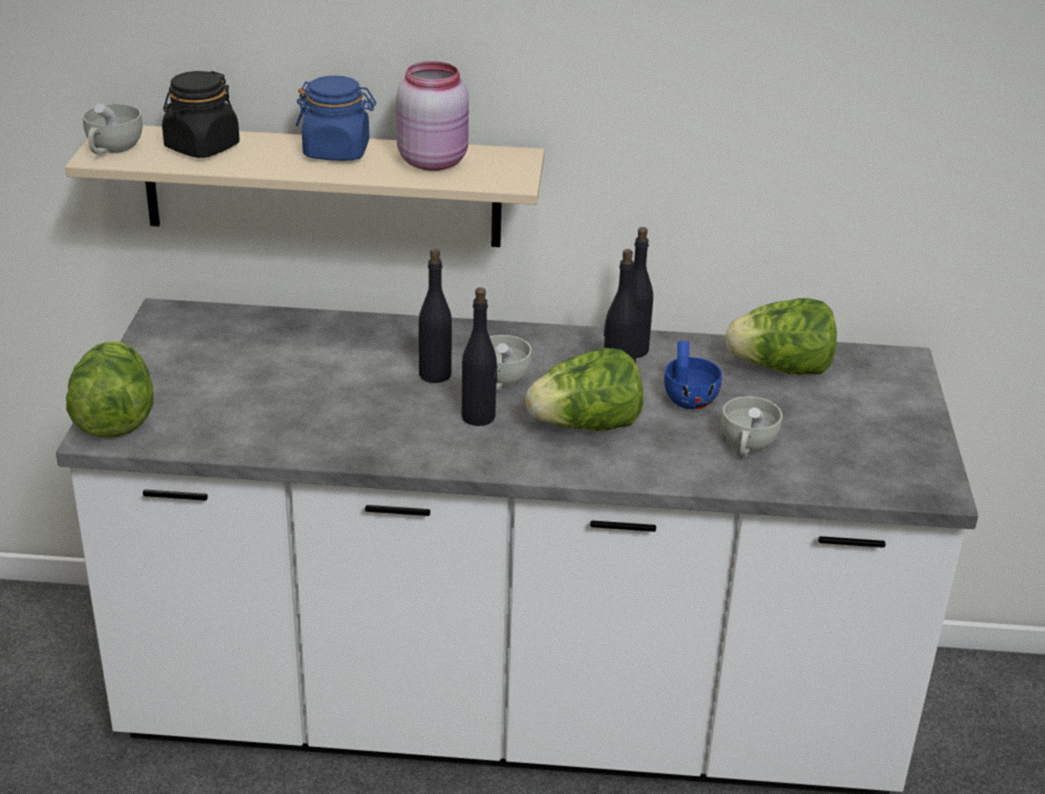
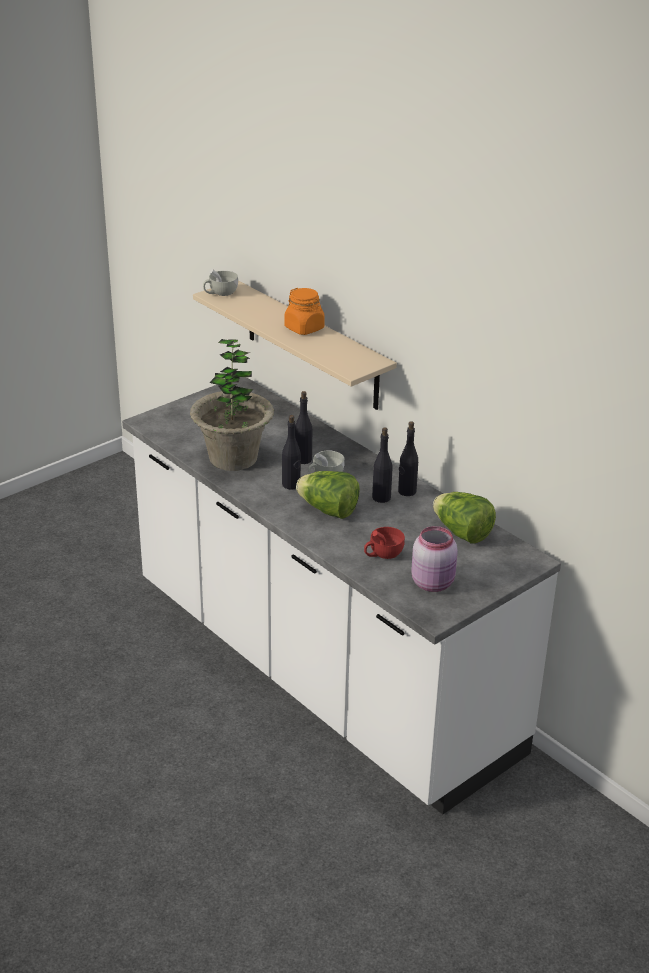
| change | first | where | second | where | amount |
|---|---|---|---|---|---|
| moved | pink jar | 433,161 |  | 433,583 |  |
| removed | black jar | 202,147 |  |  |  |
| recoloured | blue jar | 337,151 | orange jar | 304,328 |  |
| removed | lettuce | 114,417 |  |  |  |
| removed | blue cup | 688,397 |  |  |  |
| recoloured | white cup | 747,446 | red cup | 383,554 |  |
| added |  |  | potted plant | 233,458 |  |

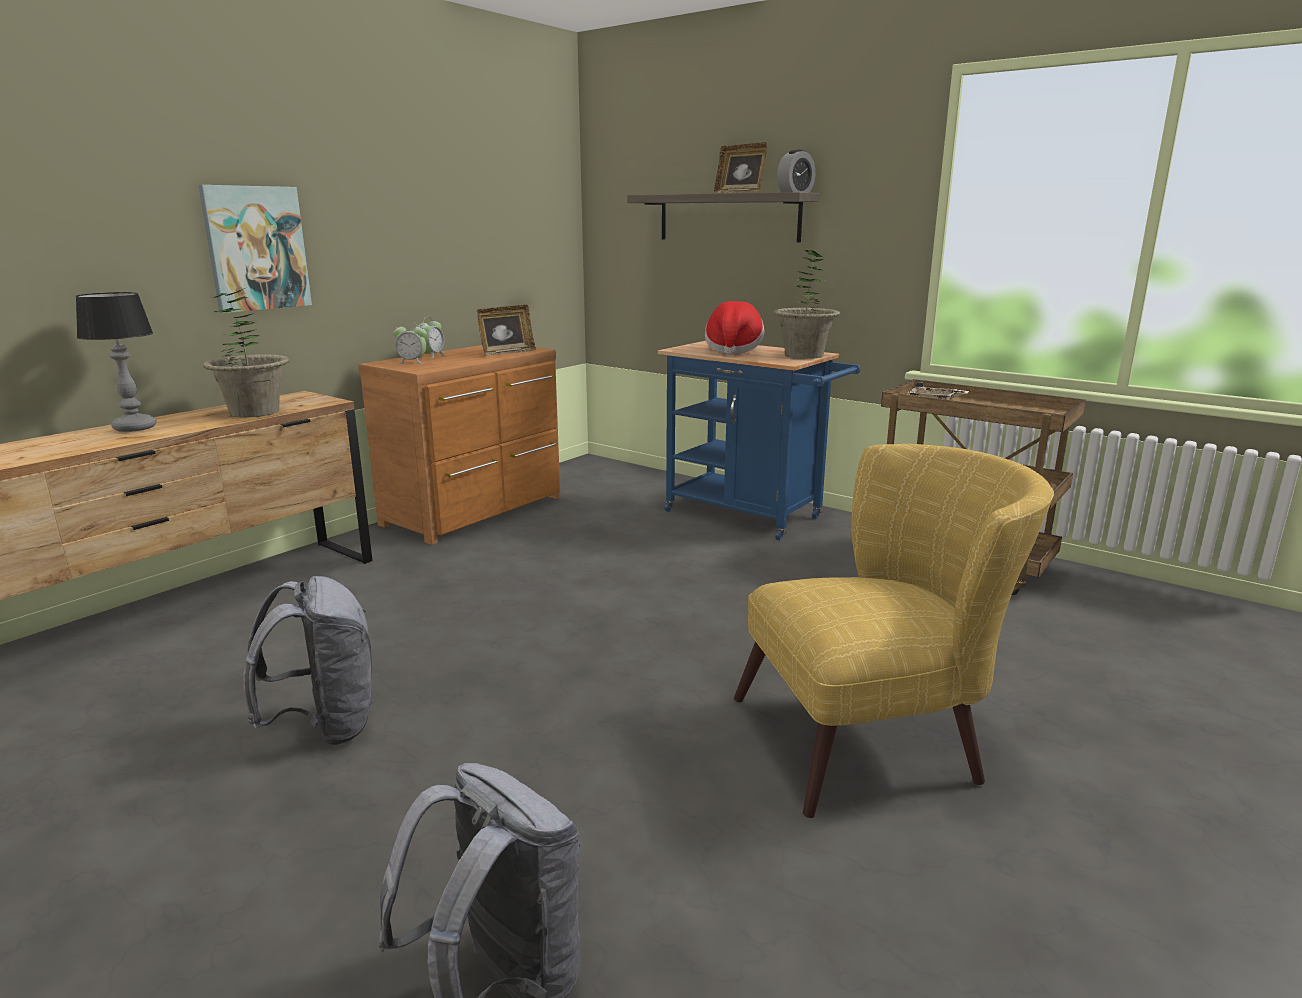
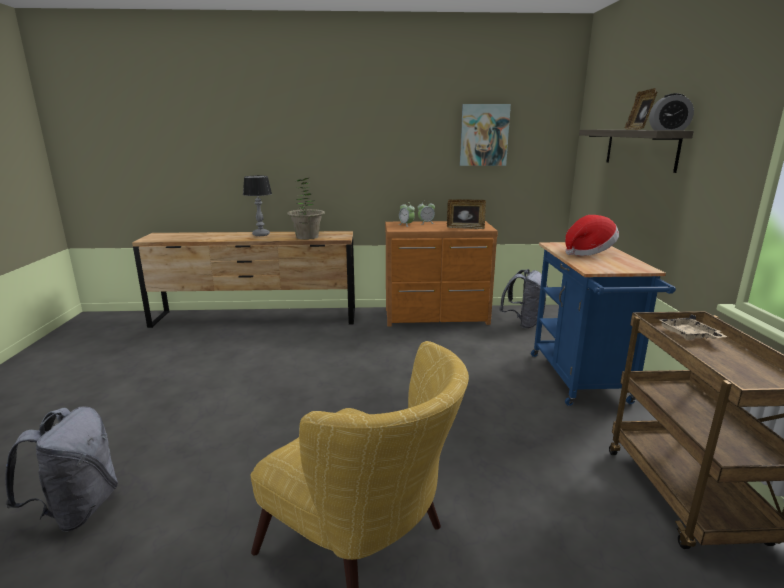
| change | first | where | second | where | amount |
|---|---|---|---|---|---|
| moved | picture | 256,248 |  | 484,135 |  |
| removed | potted plant | 804,355 |  |  |  |
| moved | grey backpack | 325,727 |  | 523,323 |  |

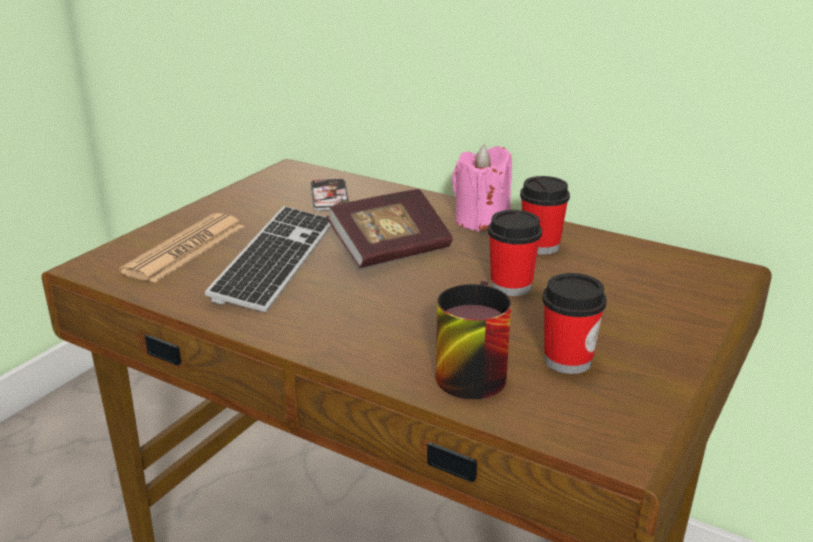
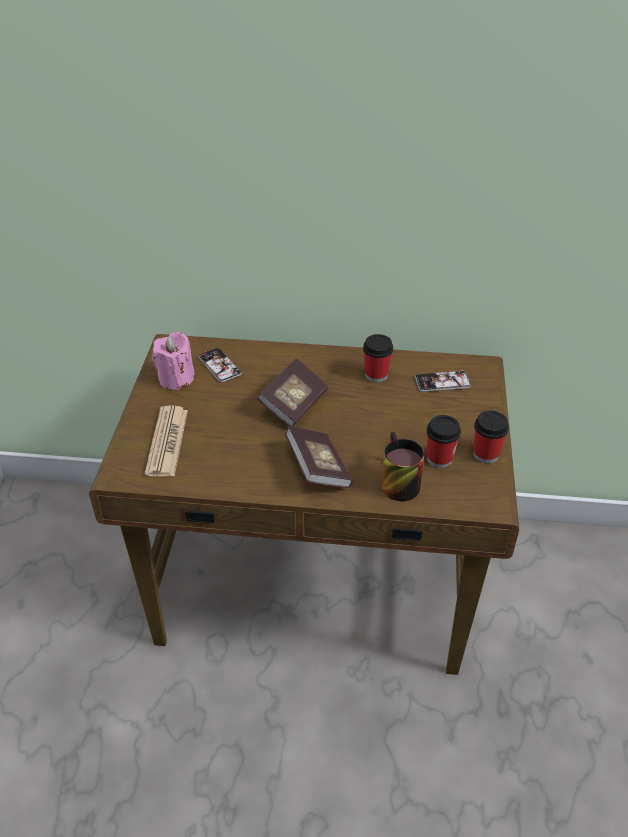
| change | first | where | second | where | amount |
|---|---|---|---|---|---|
| moved | pink candle | 481,220 |  | 176,378 |  |
| removed | keyboard | 276,260 |  |  |  |
| moved | cup | 511,286 |  | 485,454 |  |
| added |  |  | phone | 442,382 |  |
| added |  |  | book | 318,469 |  |

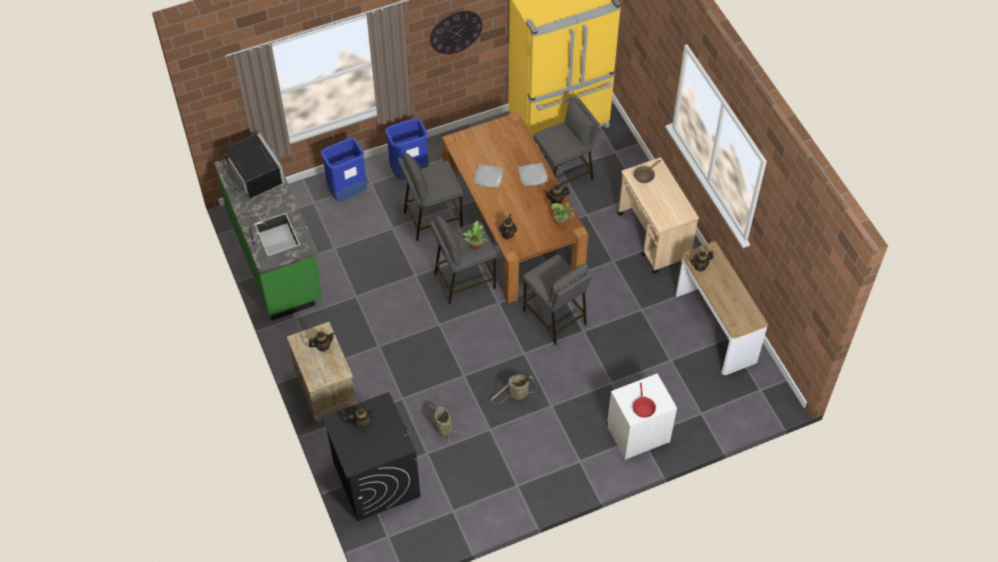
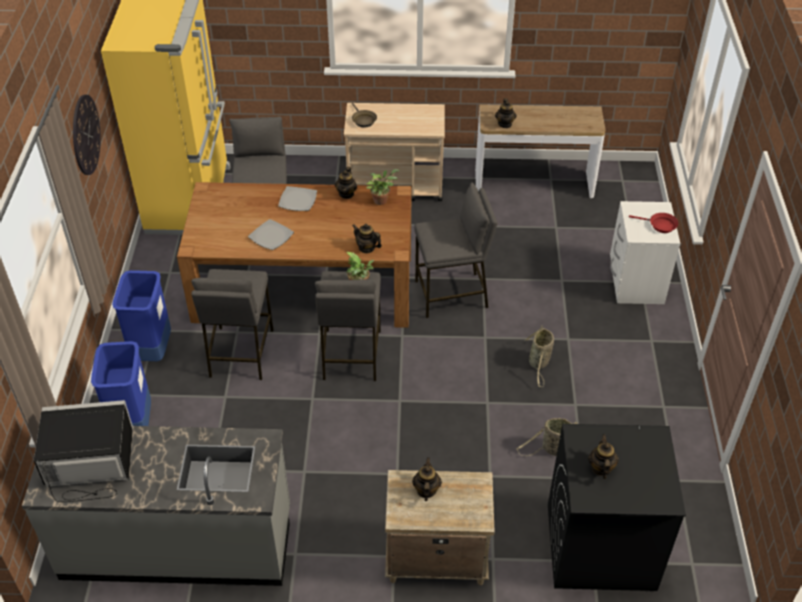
| change | first | where | second | where | amount |
|---|---|---|---|---|---|
| recoloured | green counter | 276,257 | grey counter | 178,543 |  |

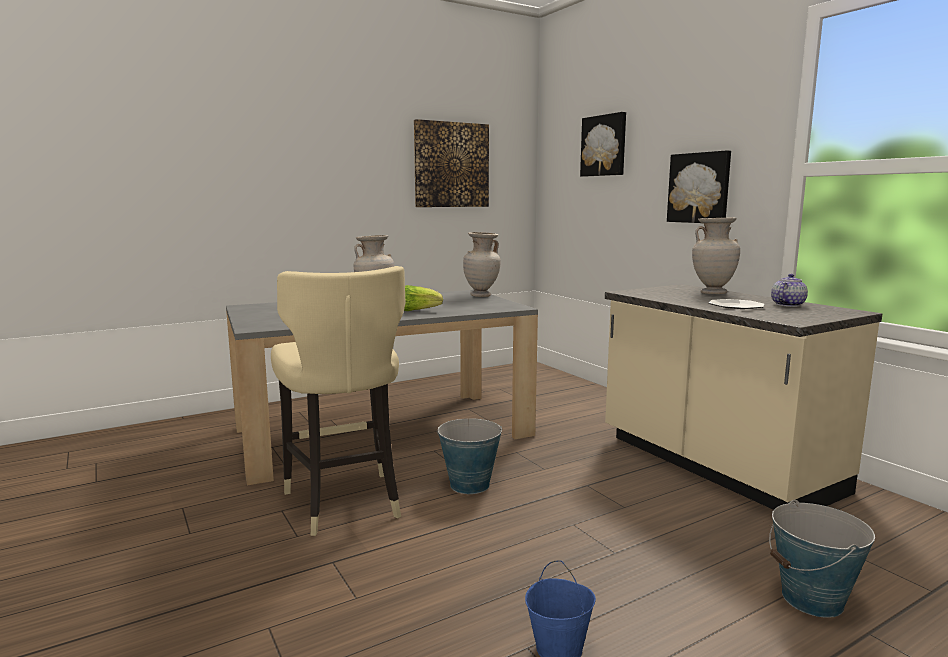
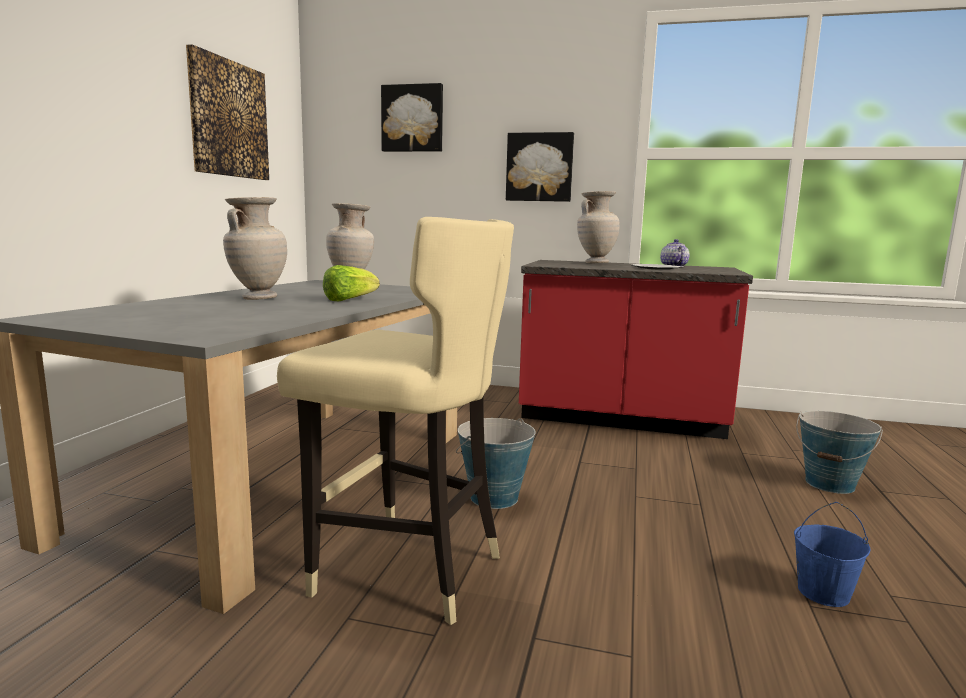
| change | first | where | second | where | amount |
|---|---|---|---|---|---|
| recoloured | beige counter | 715,465 | red counter | 621,418 |  |

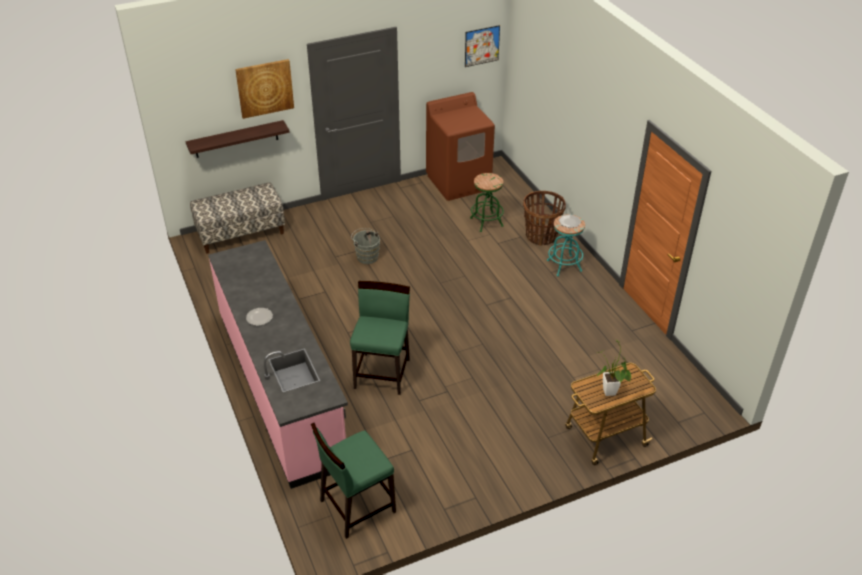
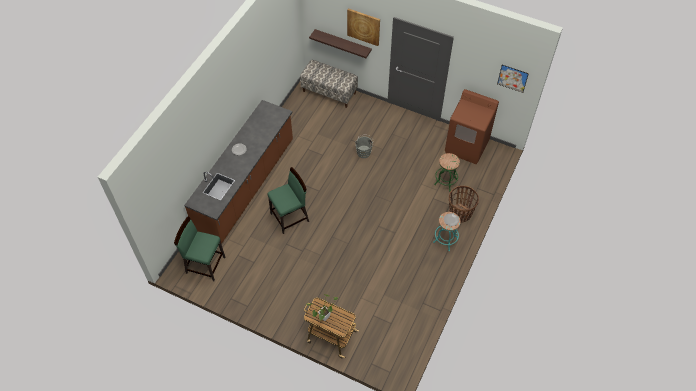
| change | first | where | second | where | amount |
|---|---|---|---|---|---|
| recoloured | pink counter | 281,387 | brown counter | 246,186 |  |

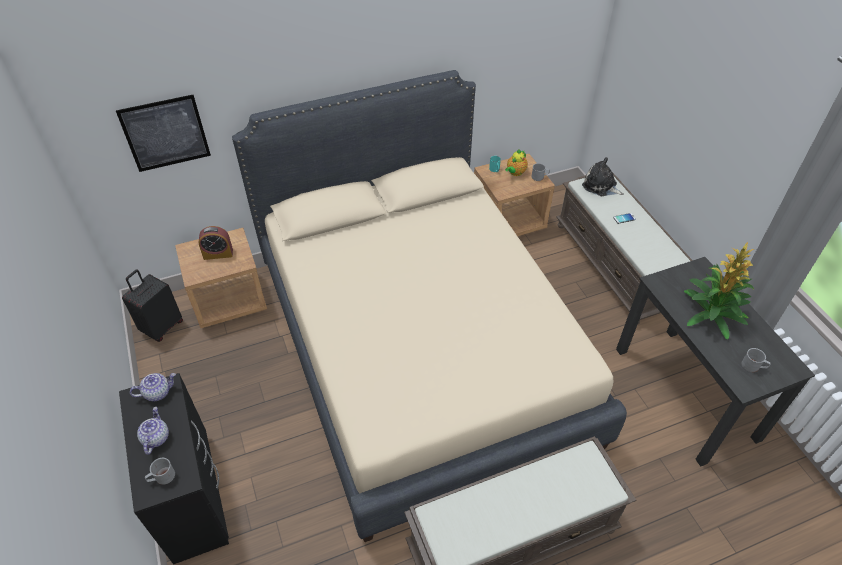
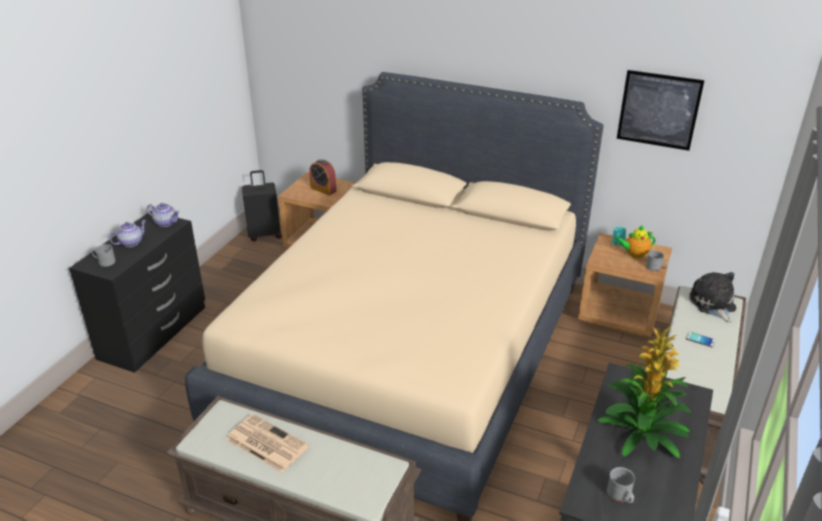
| change | first | where | second | where | amount |
|---|---|---|---|---|---|
| moved | picture | 165,133 |  | 658,110 |  |
| added |  |  | newspaper | 265,443 |  |

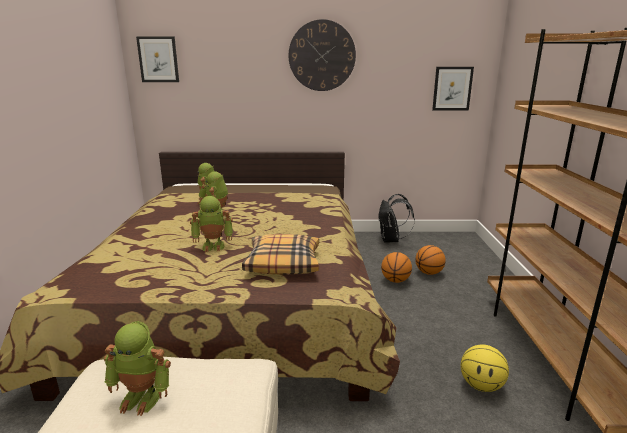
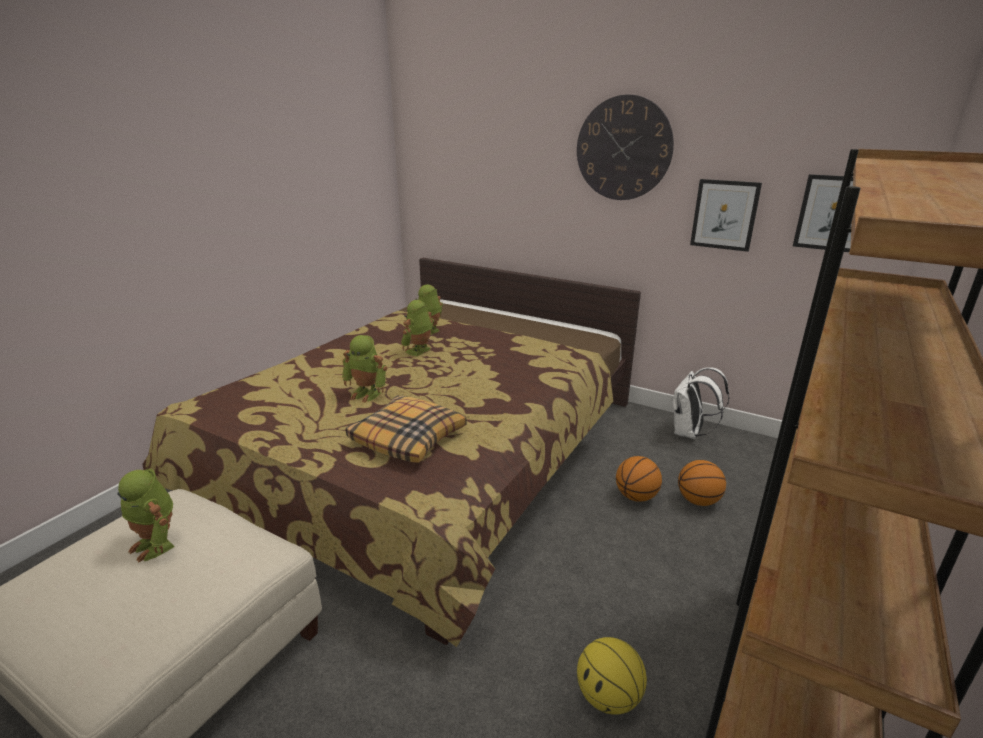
| change | first | where | second | where | amount |
|---|---|---|---|---|---|
| moved | picture | 158,59 |  | 724,215 |  |
| recoloured | black backpack | 391,240 | white backpack | 689,433 |  |

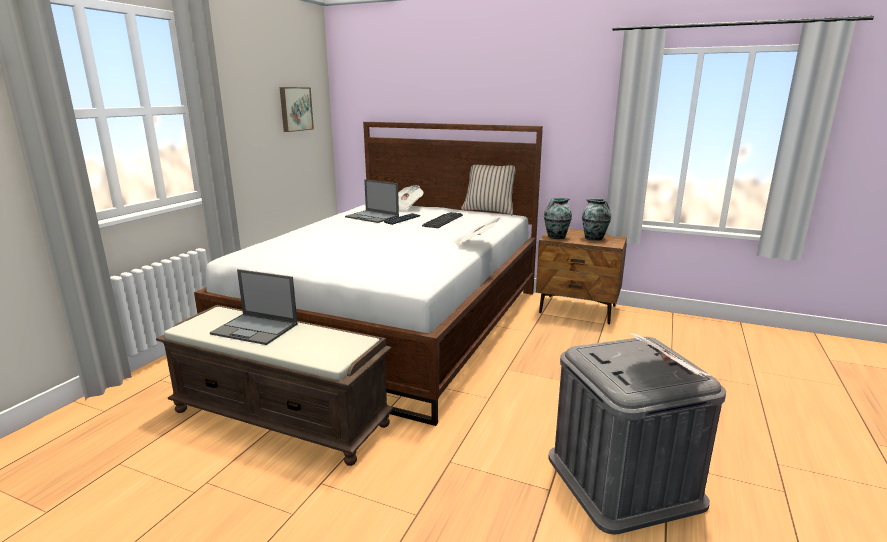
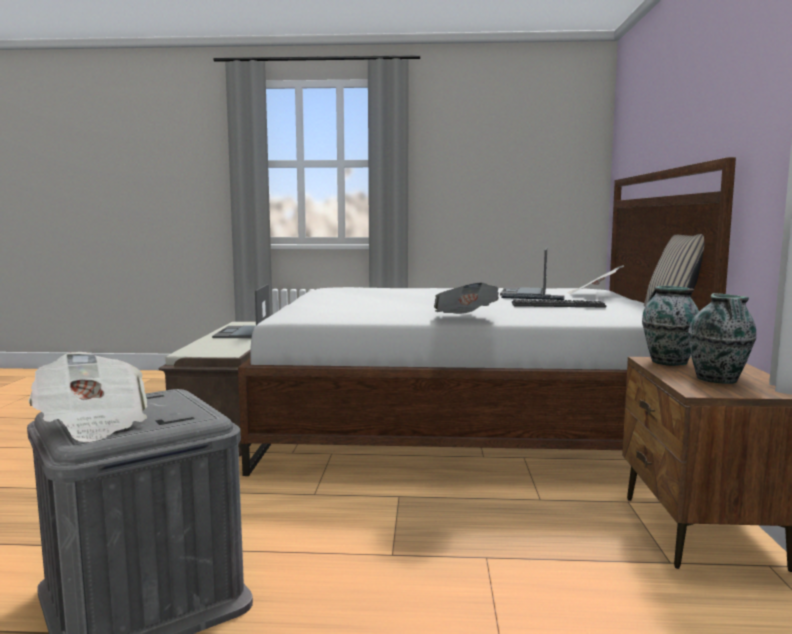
| change | first | where | second | where | amount |
|---|---|---|---|---|---|
| removed | picture | 295,109 |  |  |  |

